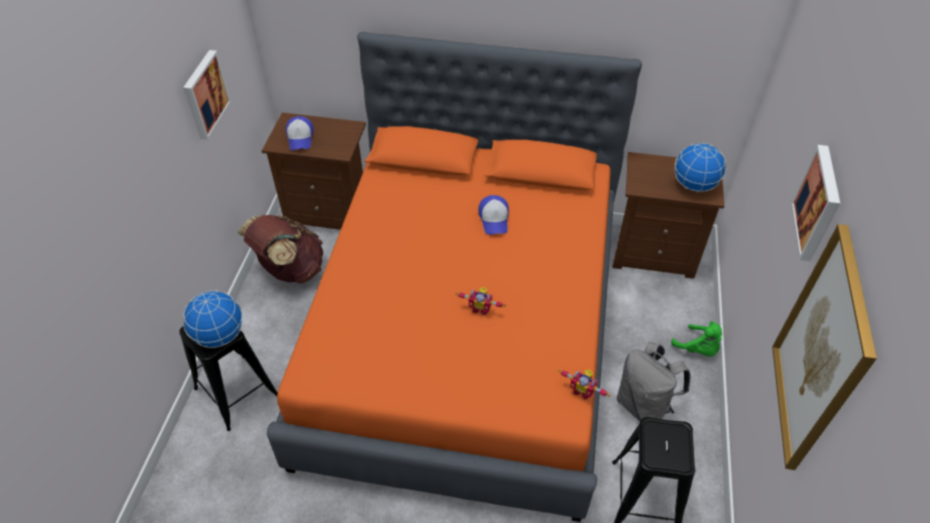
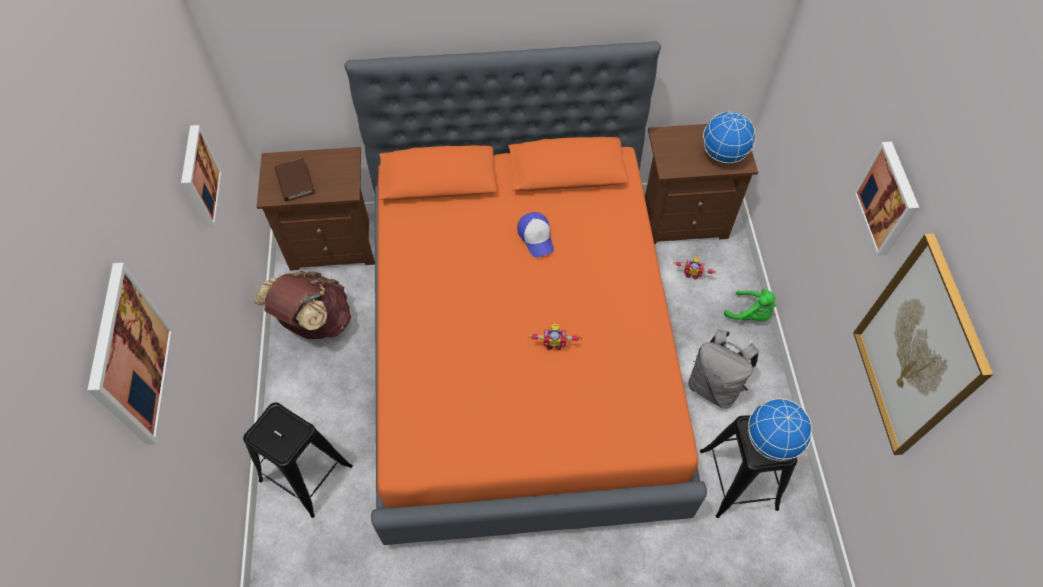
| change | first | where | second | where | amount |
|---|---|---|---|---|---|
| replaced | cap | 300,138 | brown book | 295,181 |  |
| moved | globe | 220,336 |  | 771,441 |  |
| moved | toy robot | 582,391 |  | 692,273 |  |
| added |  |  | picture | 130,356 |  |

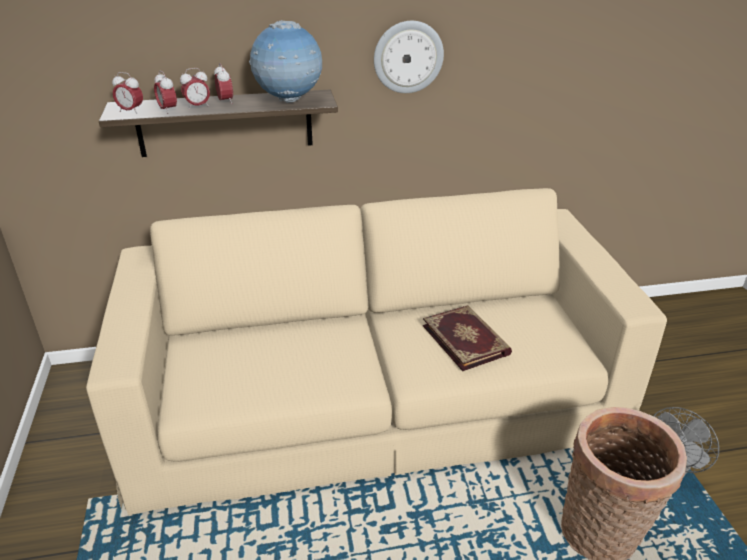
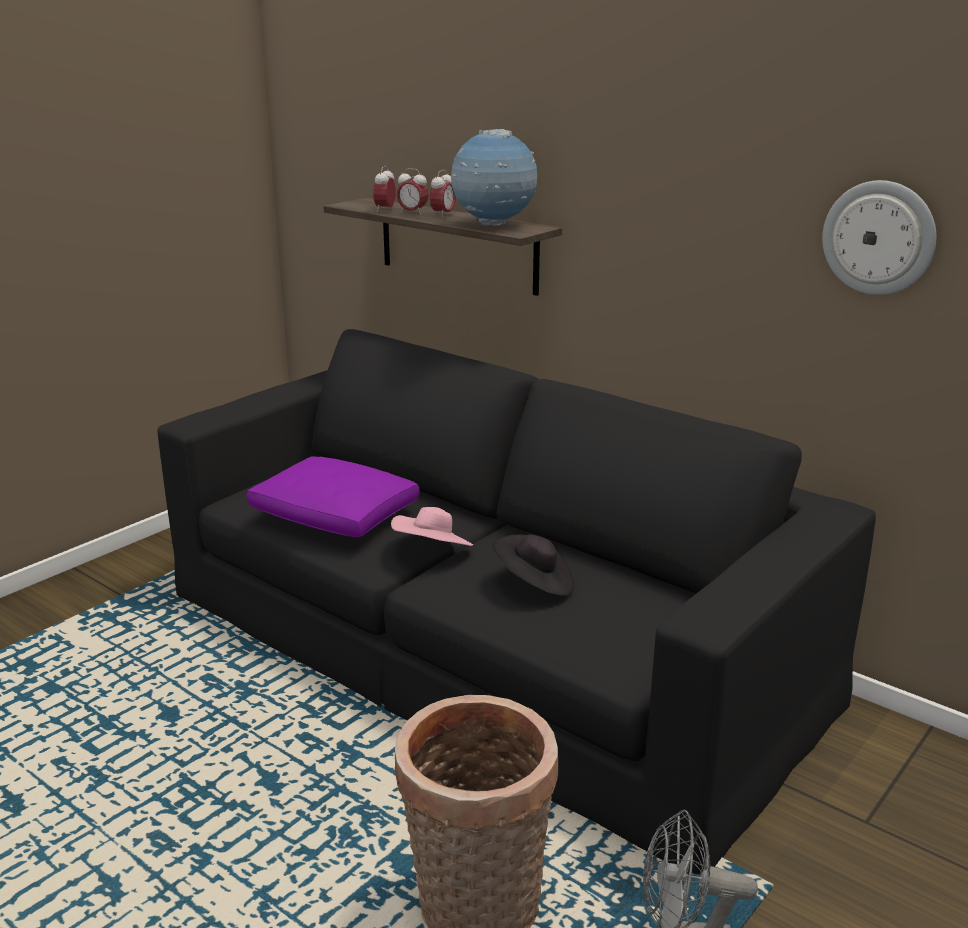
| change | first | where | second | where | amount |
|---|---|---|---|---|---|
| moved | wall clock | 408,57 |  | 879,237 |  |
| removed | alarm clock | 131,111 |  |  |  |
| recoloured | beige sofa | 373,396 | black sofa | 484,643 |  |
| replaced | book | 466,339 | black hat | 534,584 |  |
| added |  |  | purple pillow | 336,516 |  |
| added |  |  | pink hat | 433,551 |  |

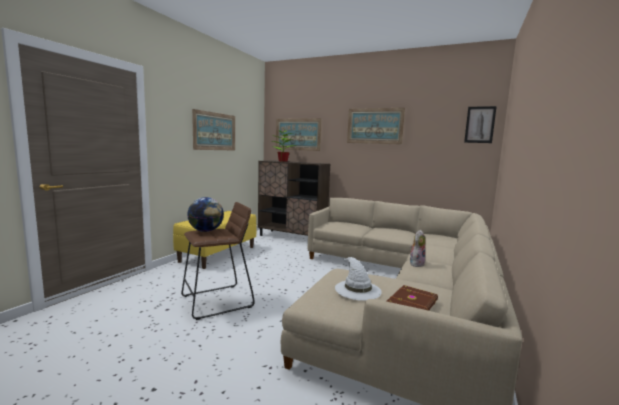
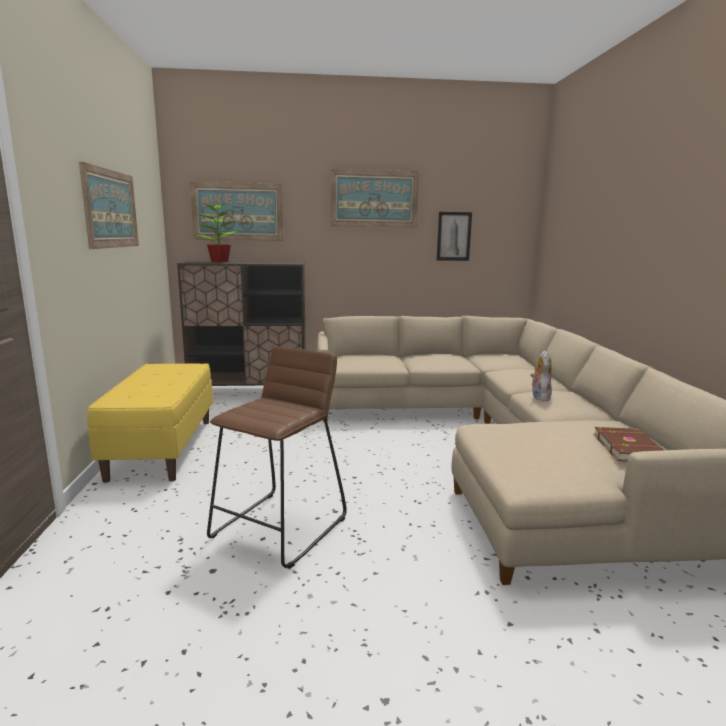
| change | first | where | second | where | amount |
|---|---|---|---|---|---|
| moved | picture | 480,124 |  | 454,236 |  |
| removed | globe | 206,231 |  |  |  |
| removed | white hat | 357,289 |  |  |  |

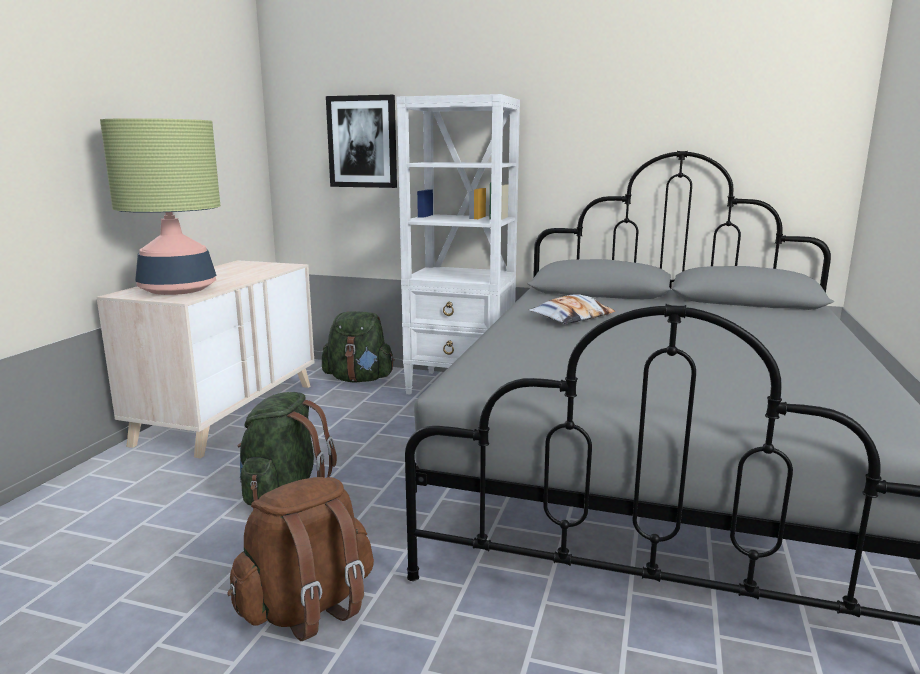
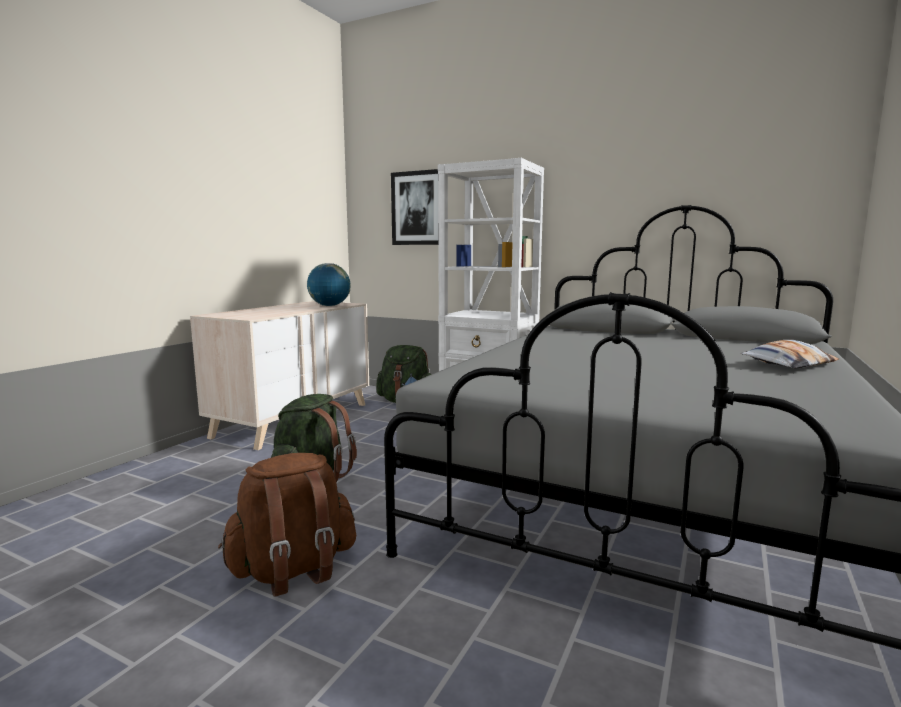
| change | first | where | second | where | amount |
|---|---|---|---|---|---|
| removed | table lamp | 177,289 |  |  |  |
| moved | pillow | 572,317 |  | 788,364 |  |
| added |  |  | globe | 329,306 |  |

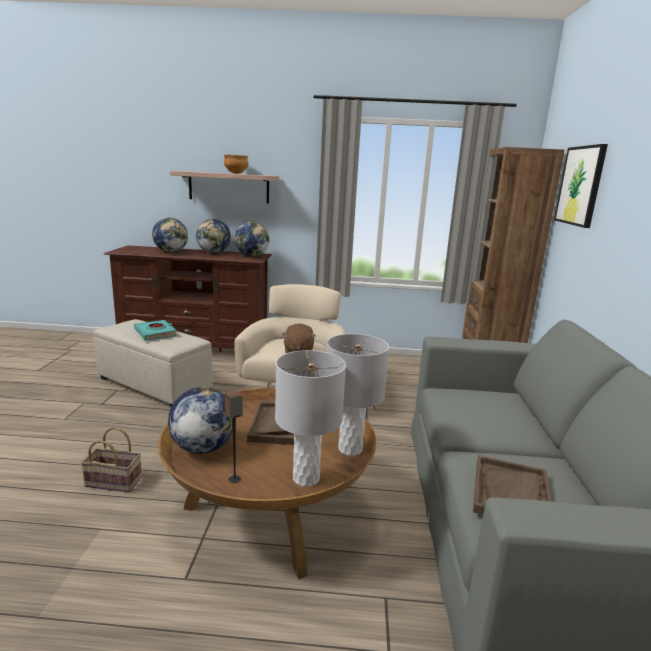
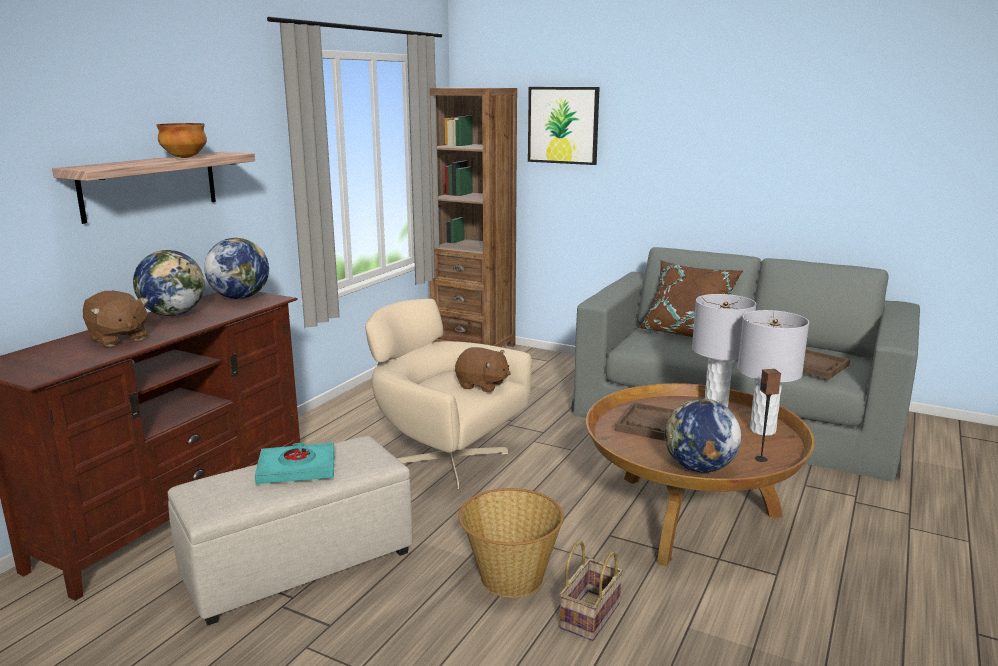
| change | first | where | second | where | amount |
|---|---|---|---|---|---|
| replaced | globe | 171,252 | brown plush toy | 118,338 |  |
| added |  |  | brown pillow | 686,333 |  |
| added |  |  | basket | 510,577 |  |

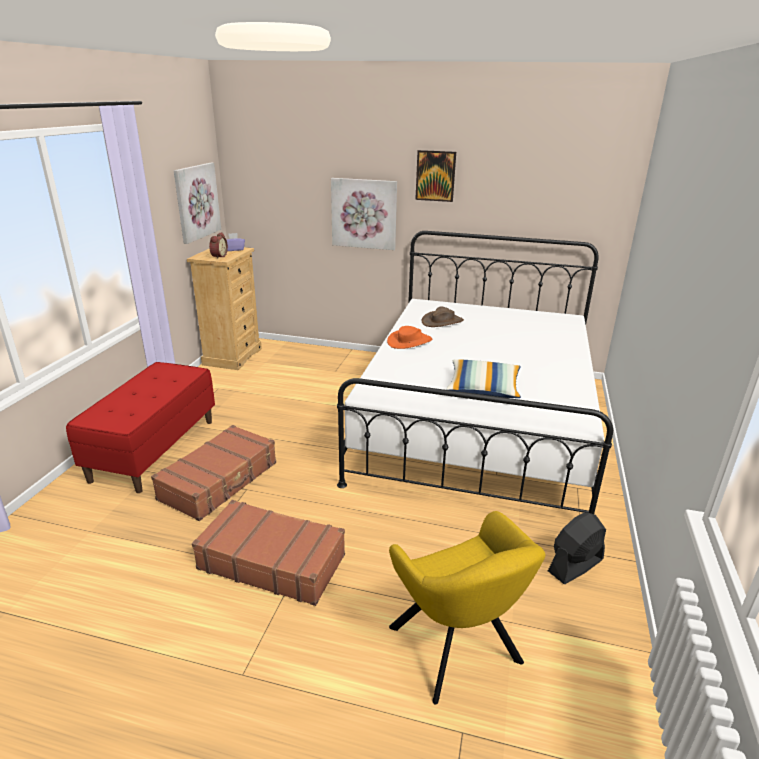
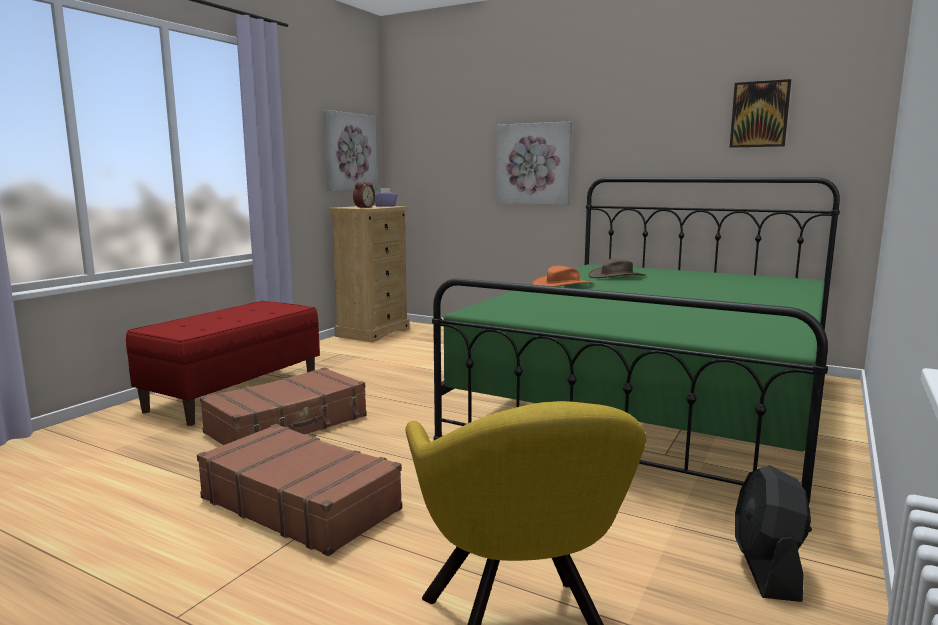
| change | first | where | second | where | amount |
|---|---|---|---|---|---|
| moved | picture | 435,176 |  | 759,114 |  |
| recoloured | white bed | 476,423 | green bed | 654,404 |  |
| removed | pillow | 483,389 |  |  |  |
| turned | black fan | 575,565 |  | 767,569 | 60 degrees counterclockwise |

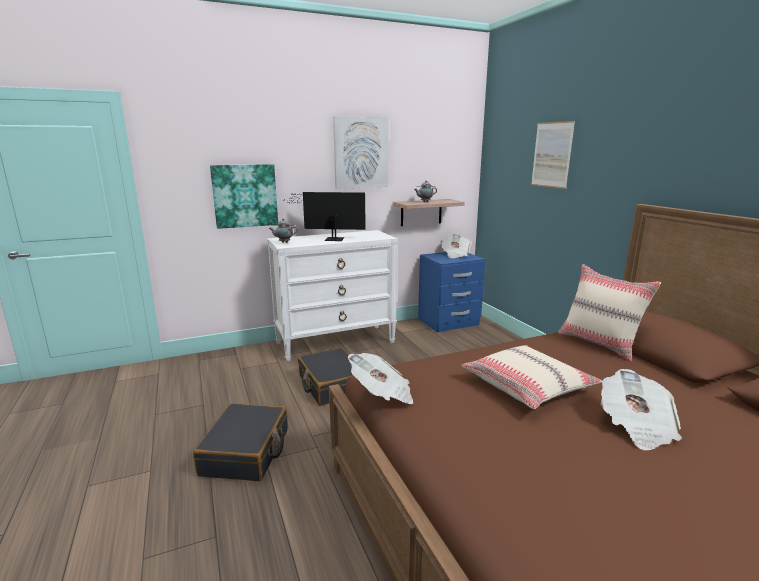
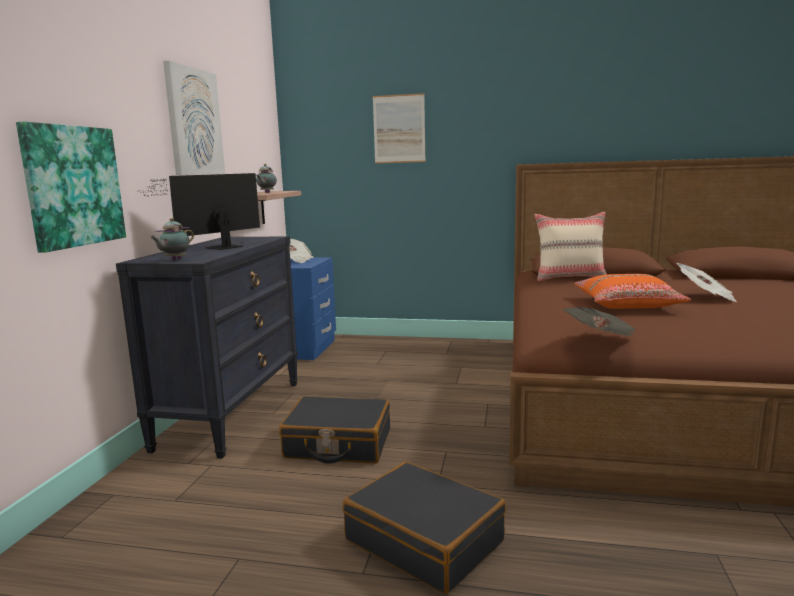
| change | first | where | second | where | amount |
|---|---|---|---|---|---|
| recoloured | white dresser | 336,342 | black dresser | 231,413 |  |
| recoloured | beige pillow | 527,386 | orange pillow | 627,304 |  |

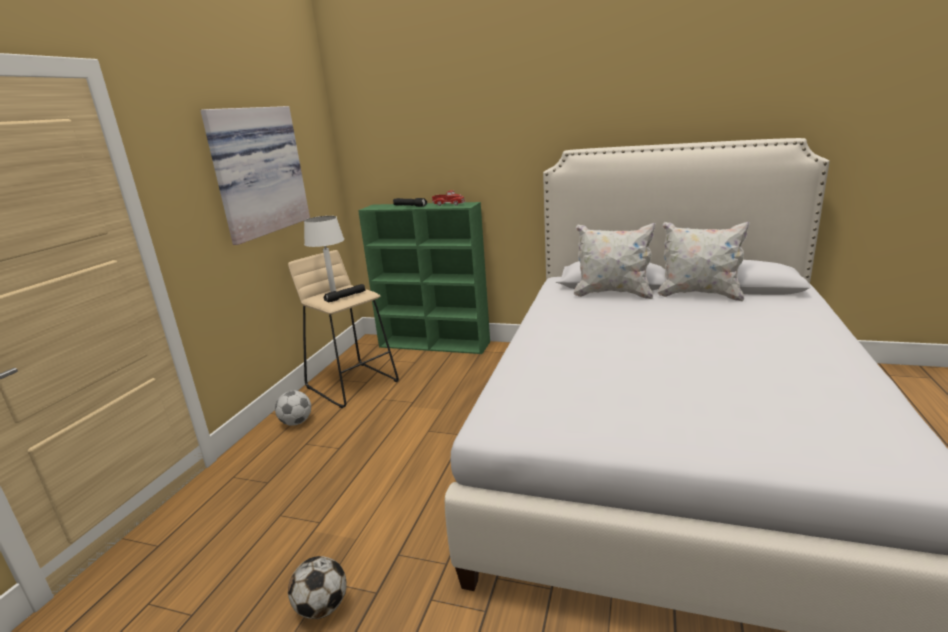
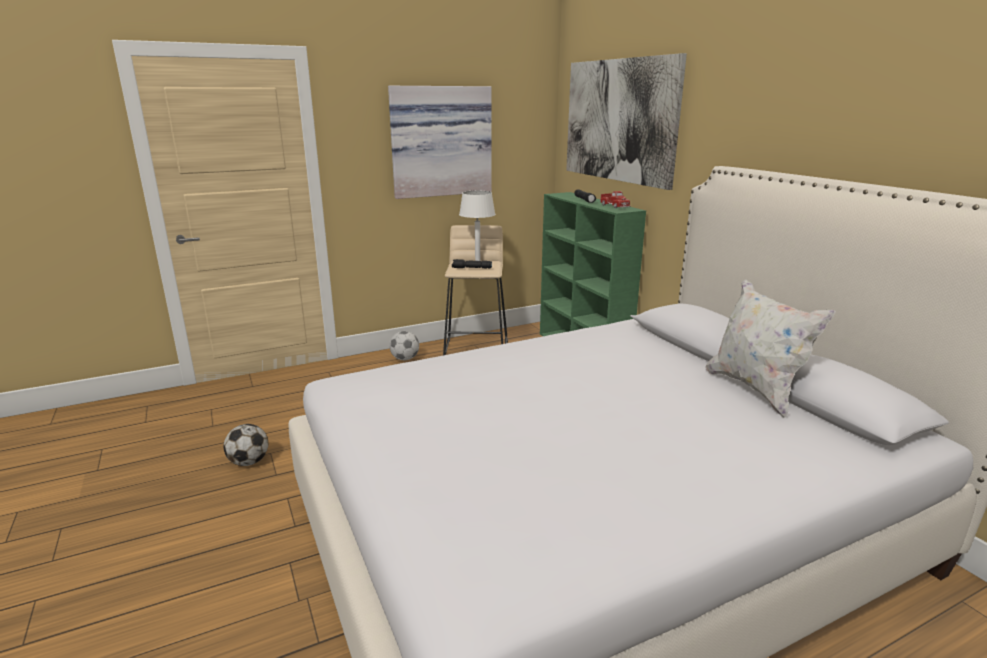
| change | first | where | second | where | amount |
|---|---|---|---|---|---|
| removed | white pillow | 613,294 |  |  |  |
| added |  |  | picture | 619,120 |  |

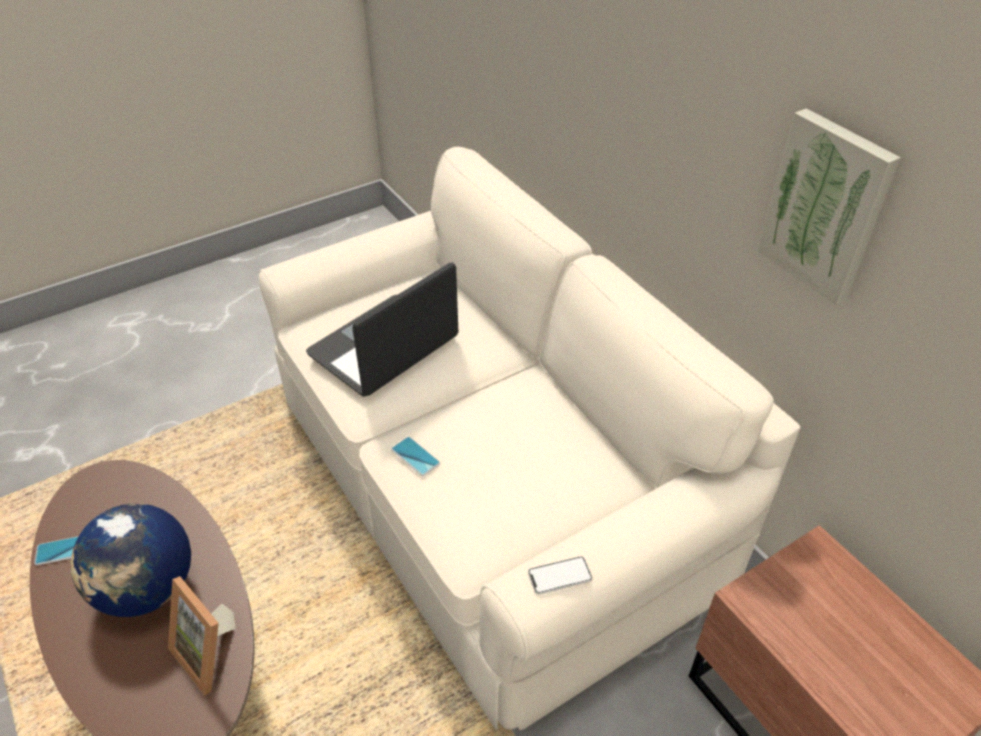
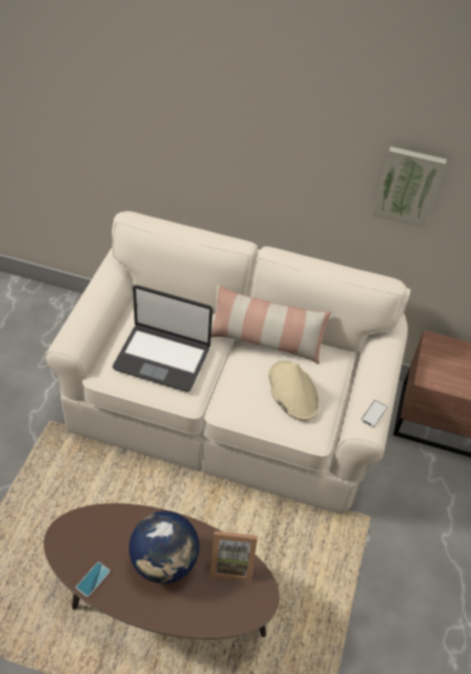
| change | first | where | second | where | amount |
|---|---|---|---|---|---|
| turned | laptop | 384,348 |  | 162,357 | 75 degrees counterclockwise |
| removed | phone | 415,456 |  |  |  |
| added |  |  | pillow | 265,341 |  |
| added |  |  | beige hat | 292,391 |  |

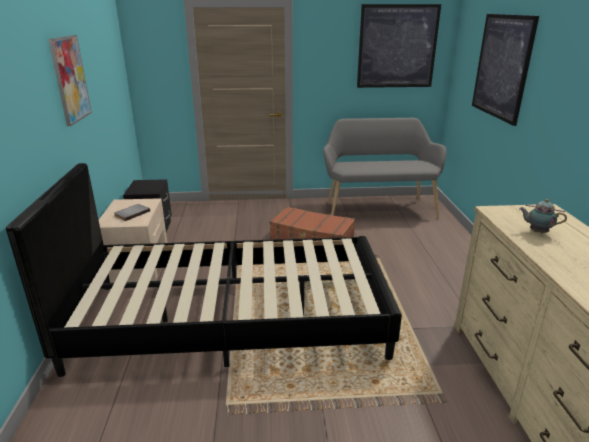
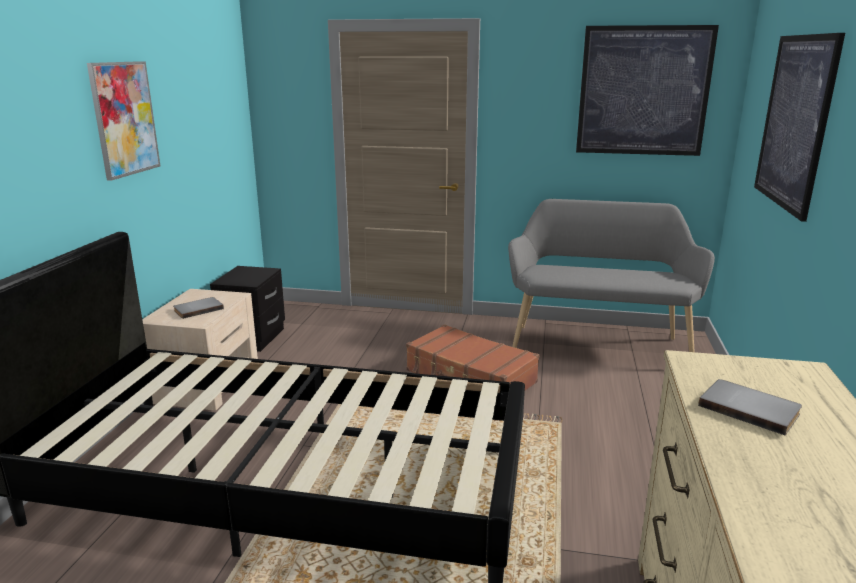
| change | first | where | second | where | amount |
|---|---|---|---|---|---|
| replaced | teapot | 537,232 | grey book | 750,408 |  |

